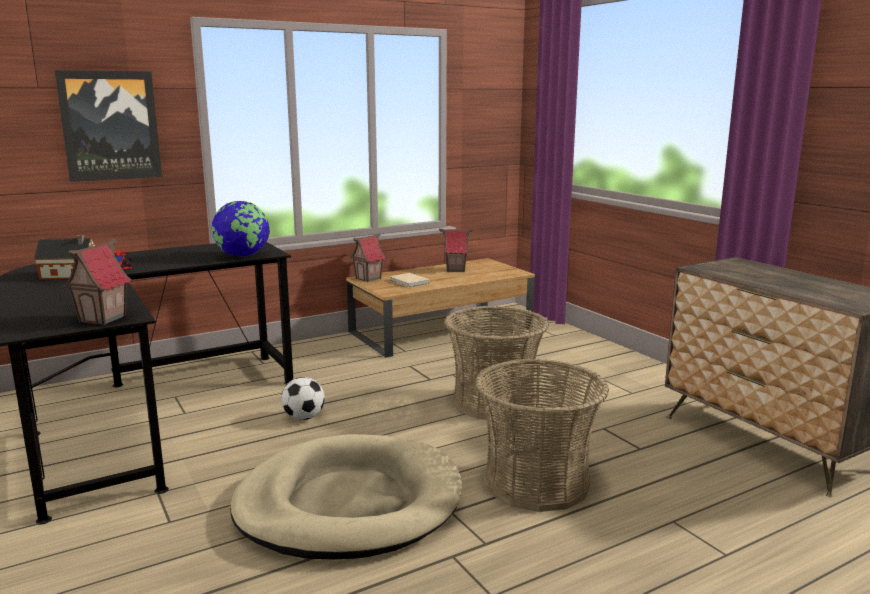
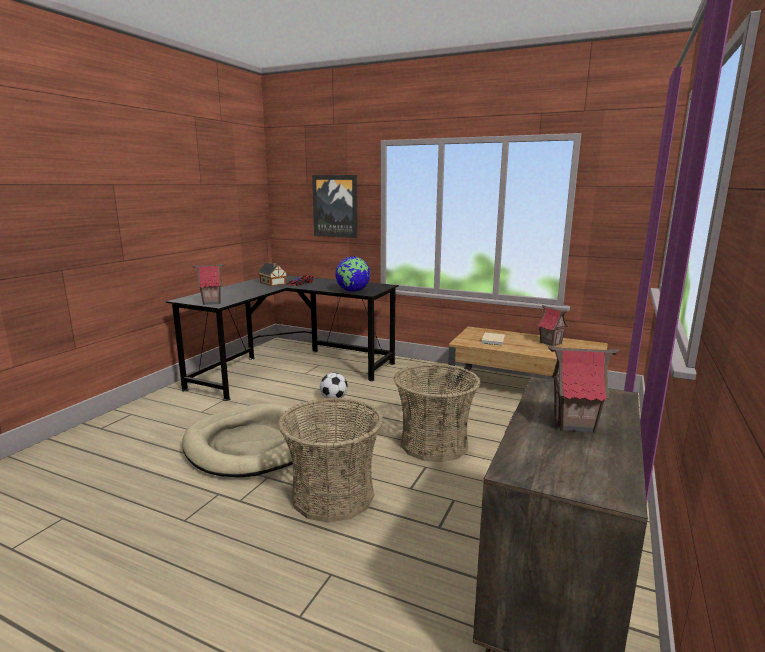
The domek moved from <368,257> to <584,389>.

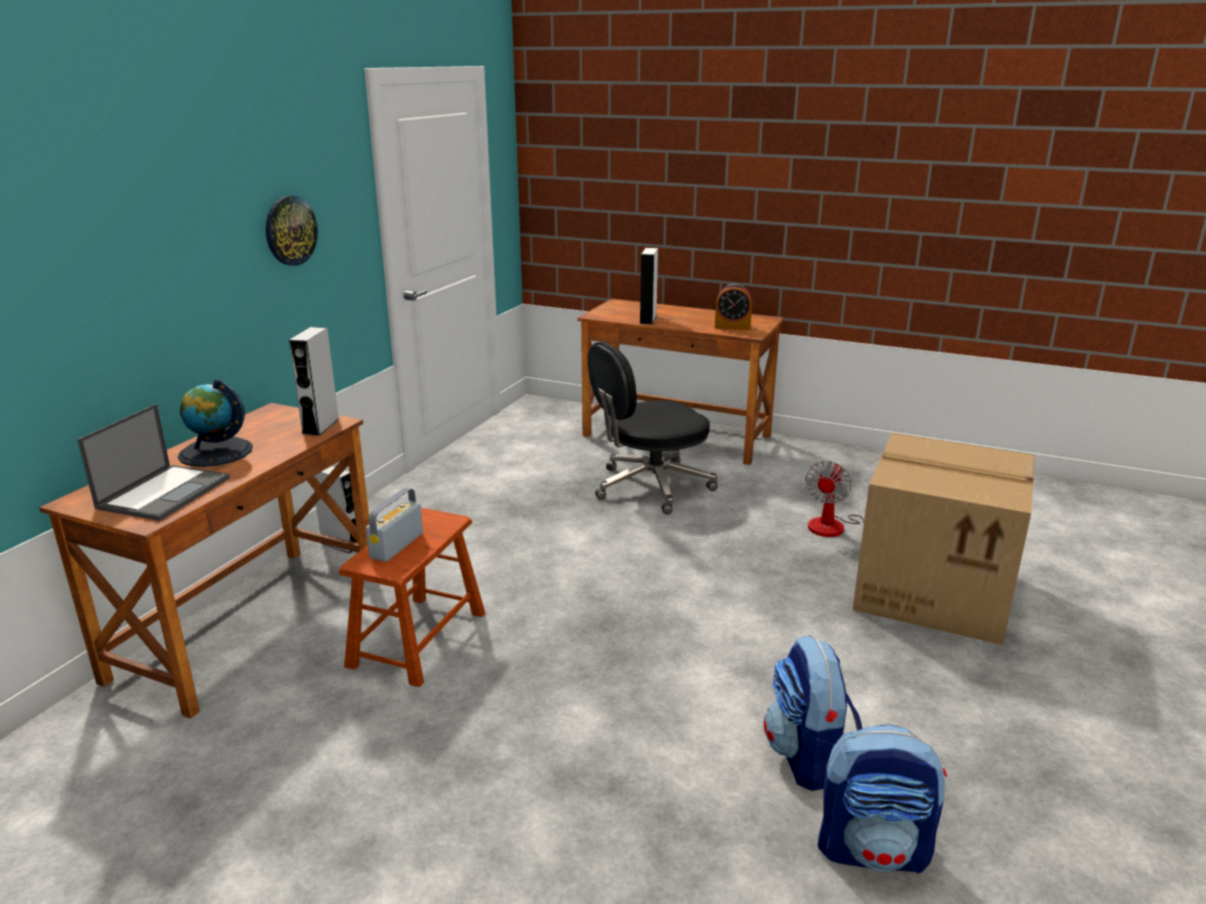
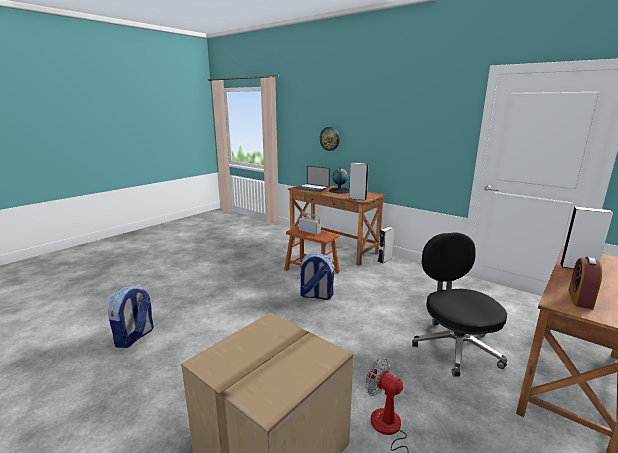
The plecak moved from <813,713> to <316,276>. The zegar ścienny moved from <292,231> to <330,139>.

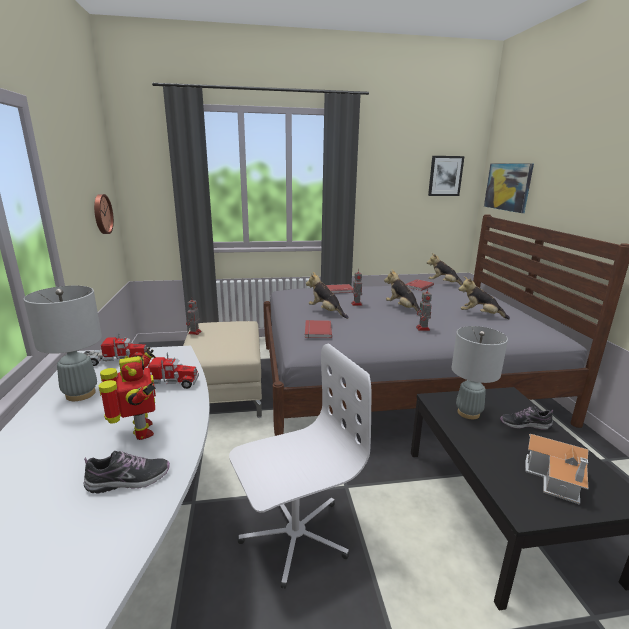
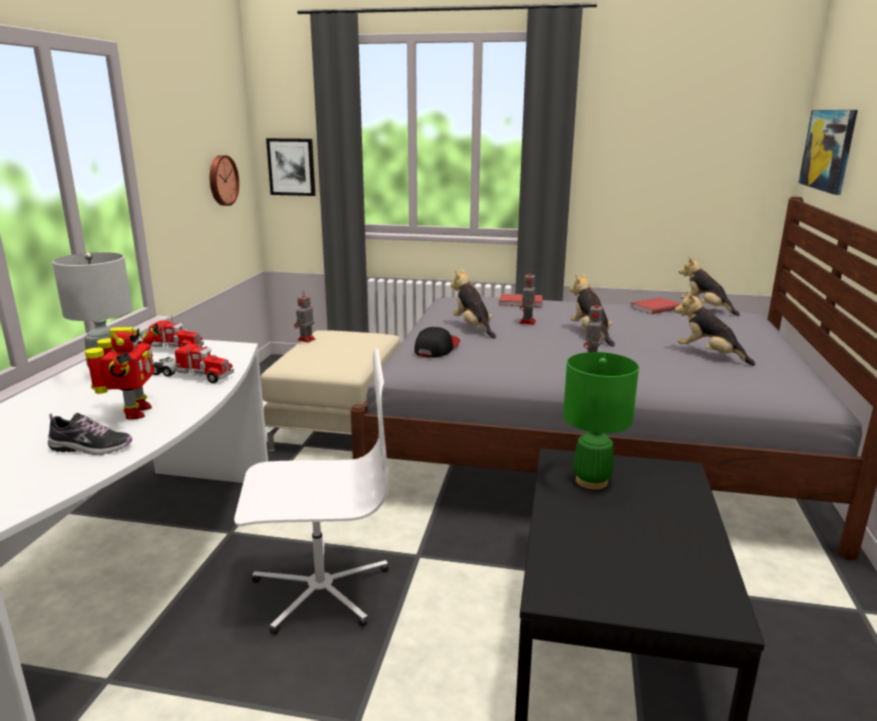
The obraz moved from <446,176> to <290,167>. The książka/czerwony at <318,329> was replaced by the czapka z daszkiem at <437,342>. The lampa stołowa/szary at <479,372> became the lampa stołowa/zielony at <601,420>. The but at <526,418> disappeared. The domek at <557,469> disappeared.

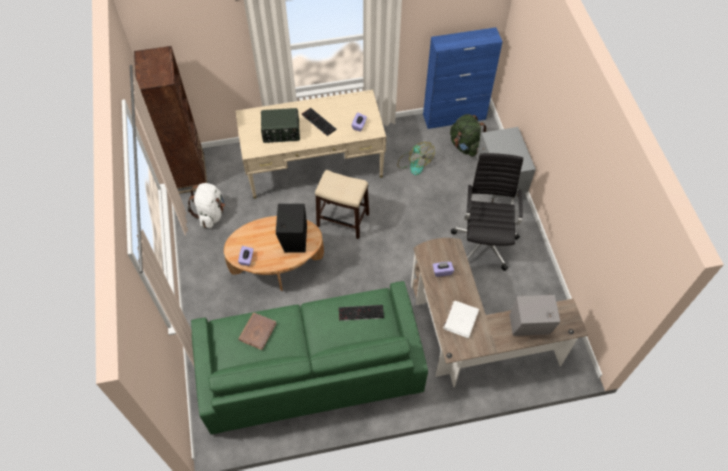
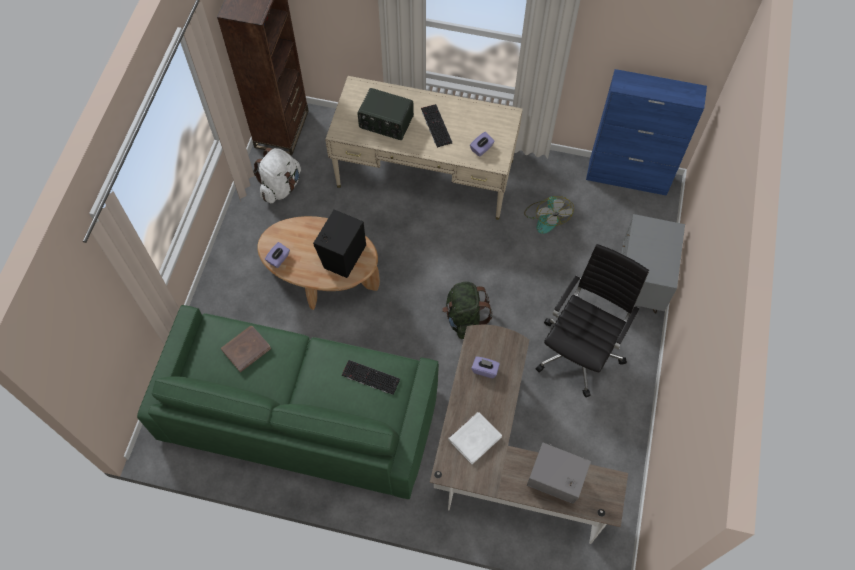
The plecak/zielony moved from <468,135> to <467,310>. The stołek at <342,204> disappeared.

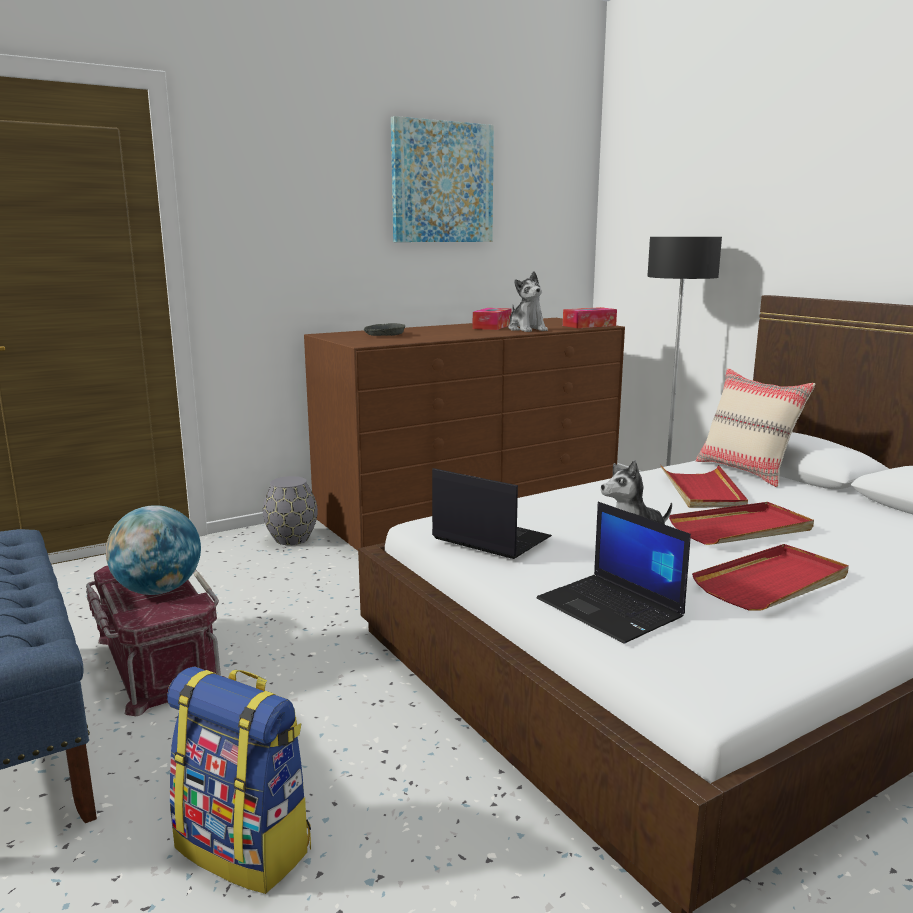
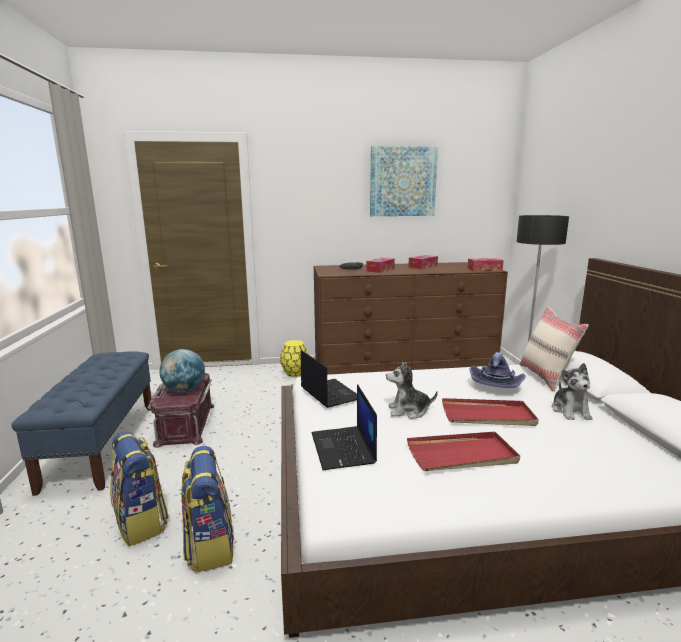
The plecak at <207,509> appeared. The wazon/szary at <290,510> became the wazon/żółty at <294,358>. The pudełko chusteczek at <380,265> appeared. The taca/czerwony at <704,486> was replaced by the kapelusz/fioletowy at <497,370>. The pluszak moved from <528,301> to <572,391>.

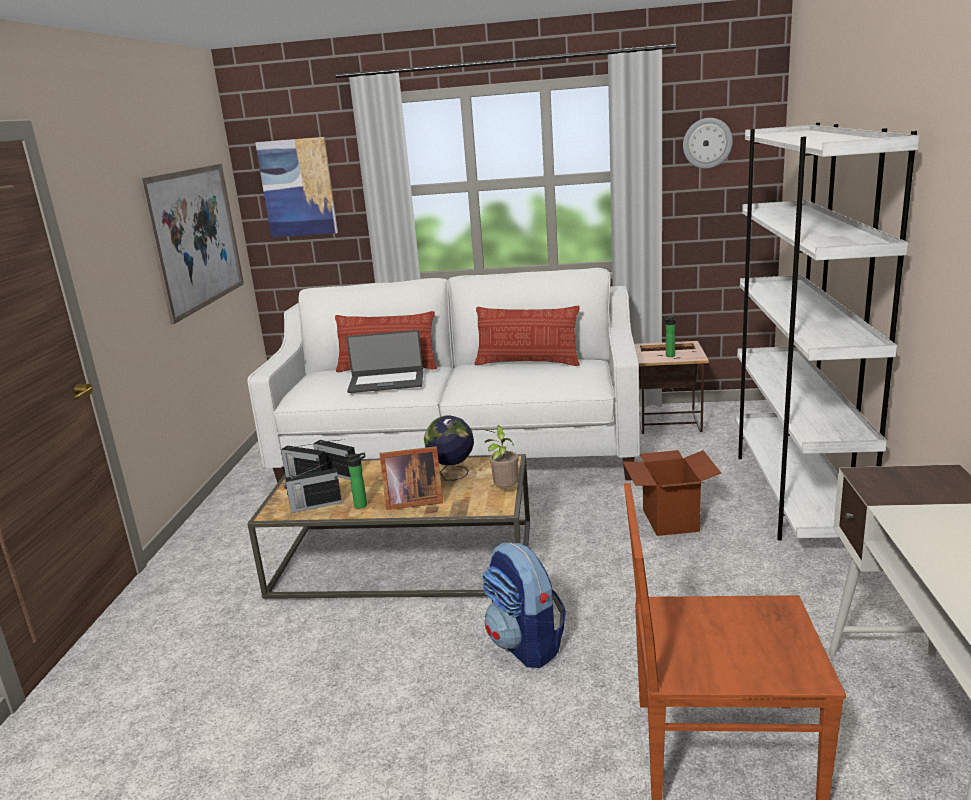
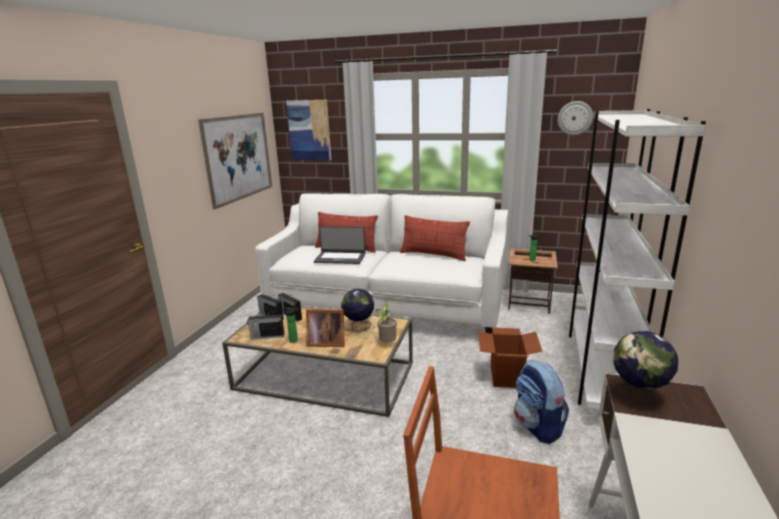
The plecak moved from <524,605> to <541,402>. The globus at <645,367> appeared.

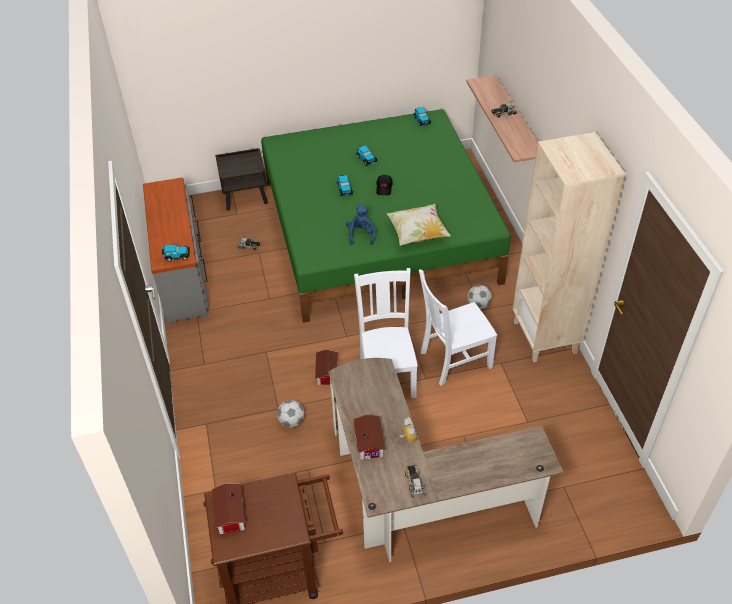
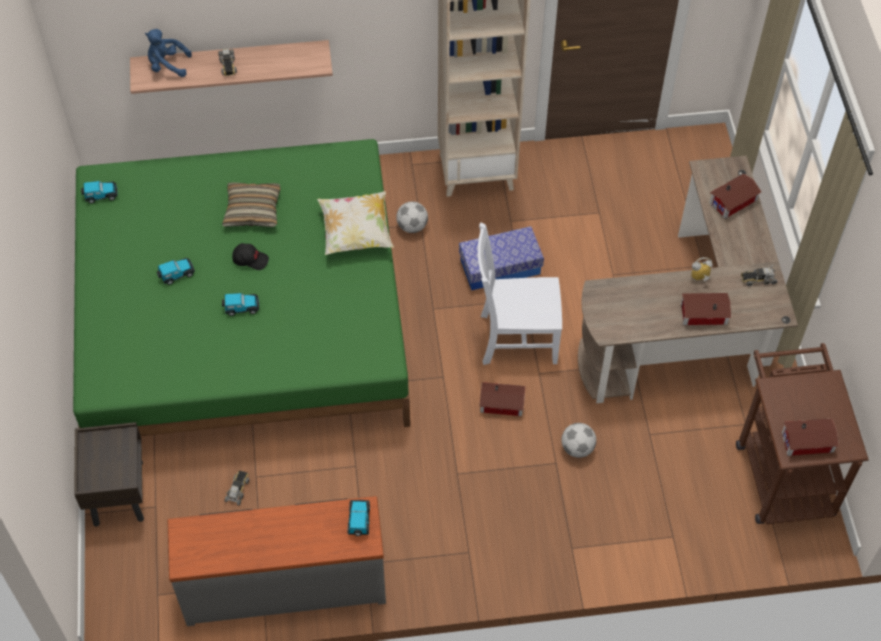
The pluszak/niebieski moved from <361,224> to <168,53>. The poduszka at <251,204> appeared. The krzesło/biały at <458,328> was replaced by the pojemnik do przechowywania at <501,258>. The domek at <736,196> appeared.

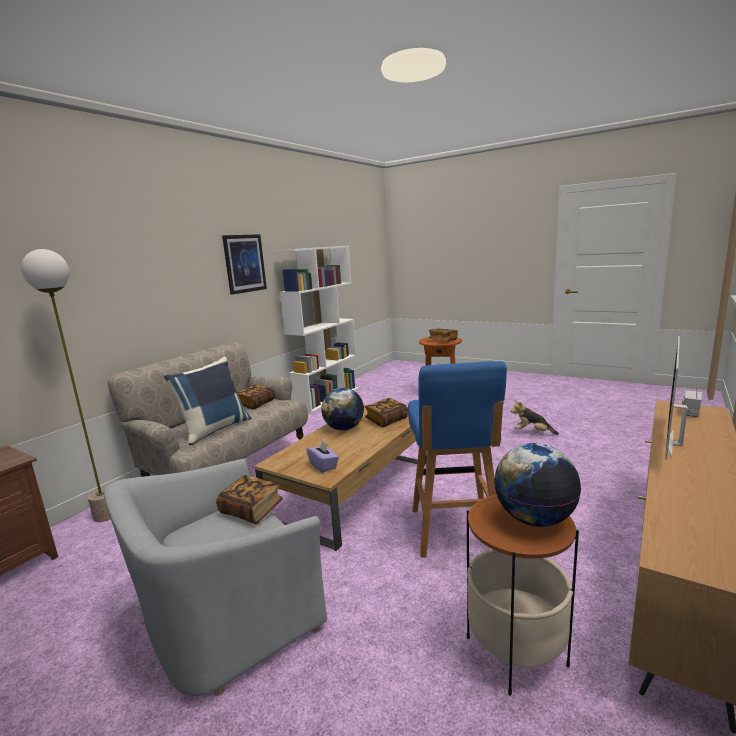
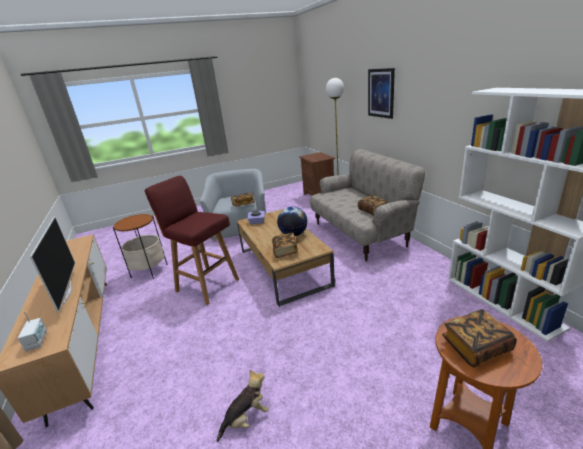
The stołek/niebieski at <457,459> became the stołek/czerwony at <192,240>. The obraz moved from <244,264> to <381,93>. The poduszka/niebieski at <207,401> disappeared. The globus at <537,485> disappeared.

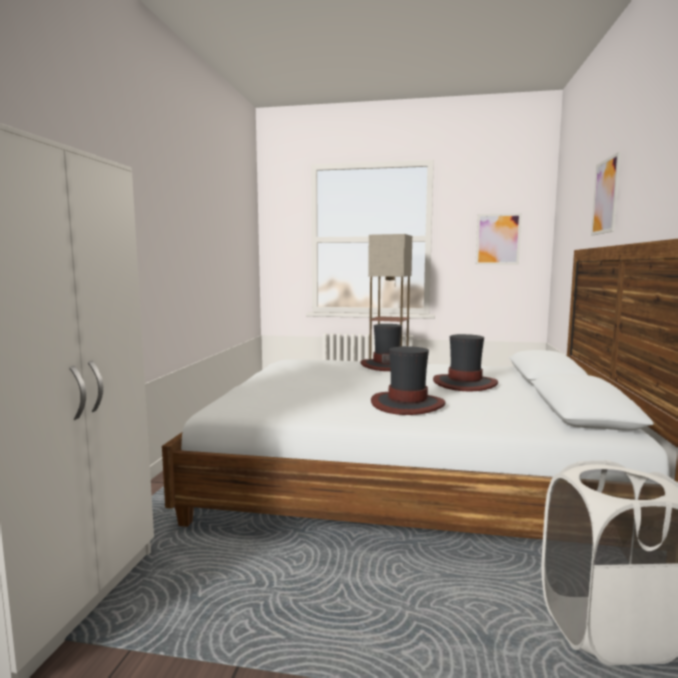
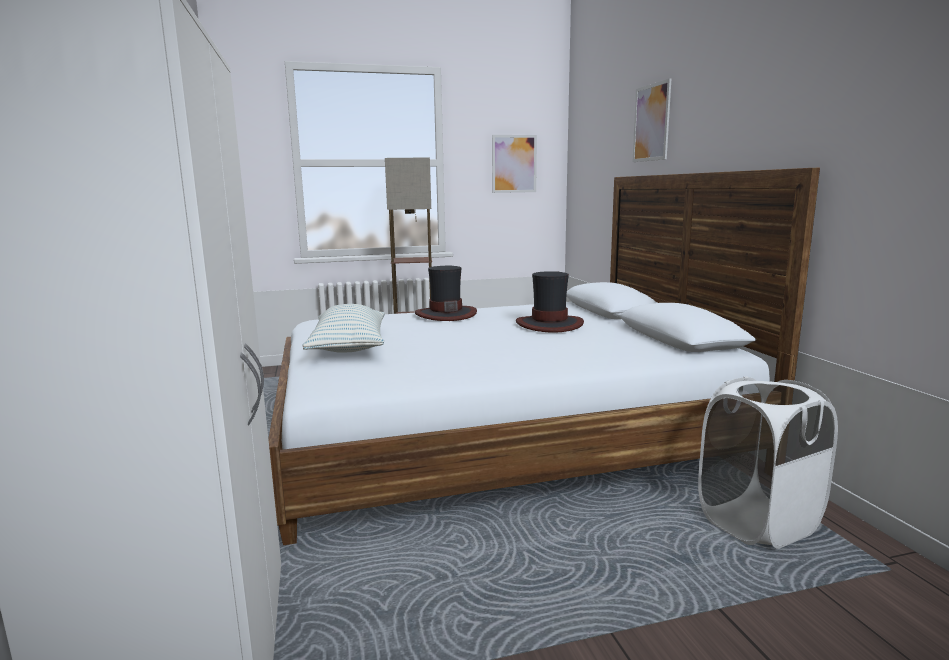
The poduszka at <343,328> appeared. The kapelusz at <408,380> disappeared.

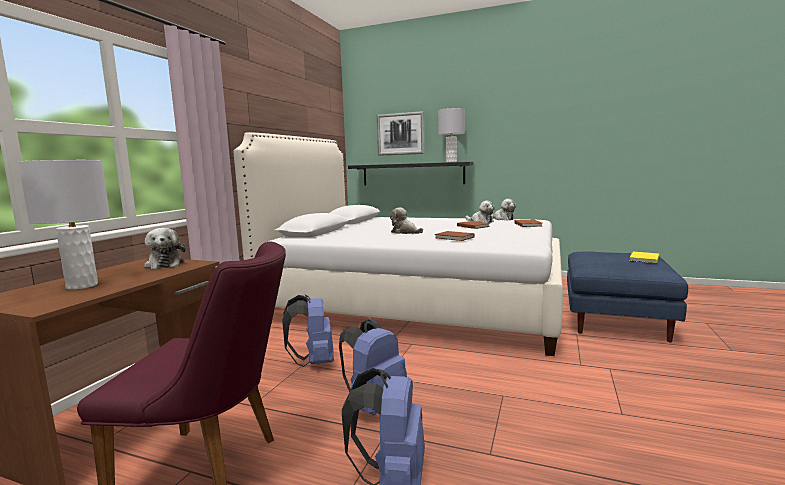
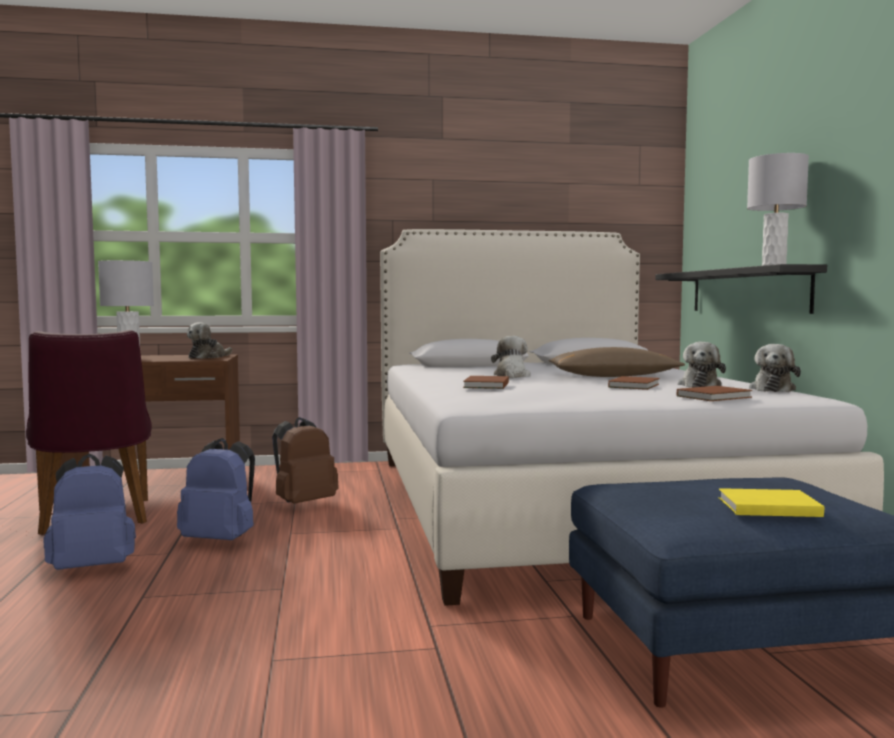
The plecak/niebieski at <308,330> became the plecak/brązowy at <305,460>. The poduszka/brązowy at <617,362> appeared. The obraz at <401,133> disappeared.

